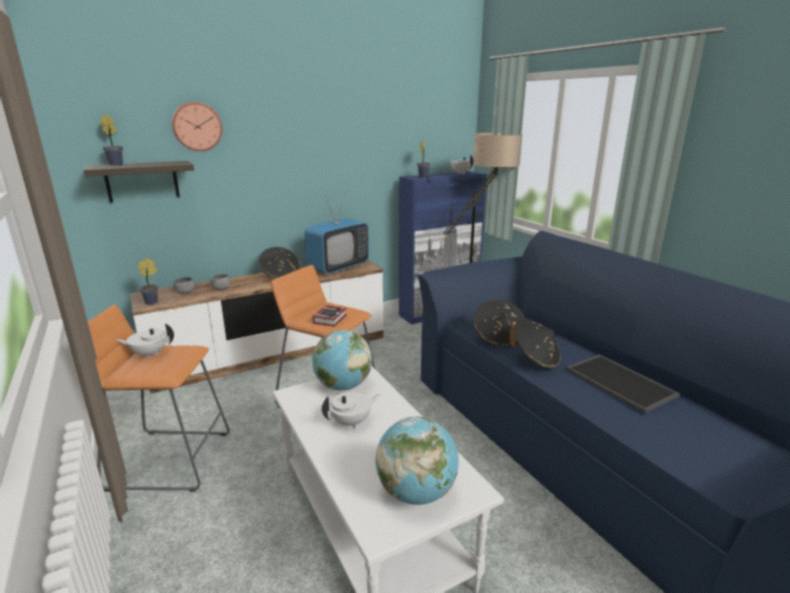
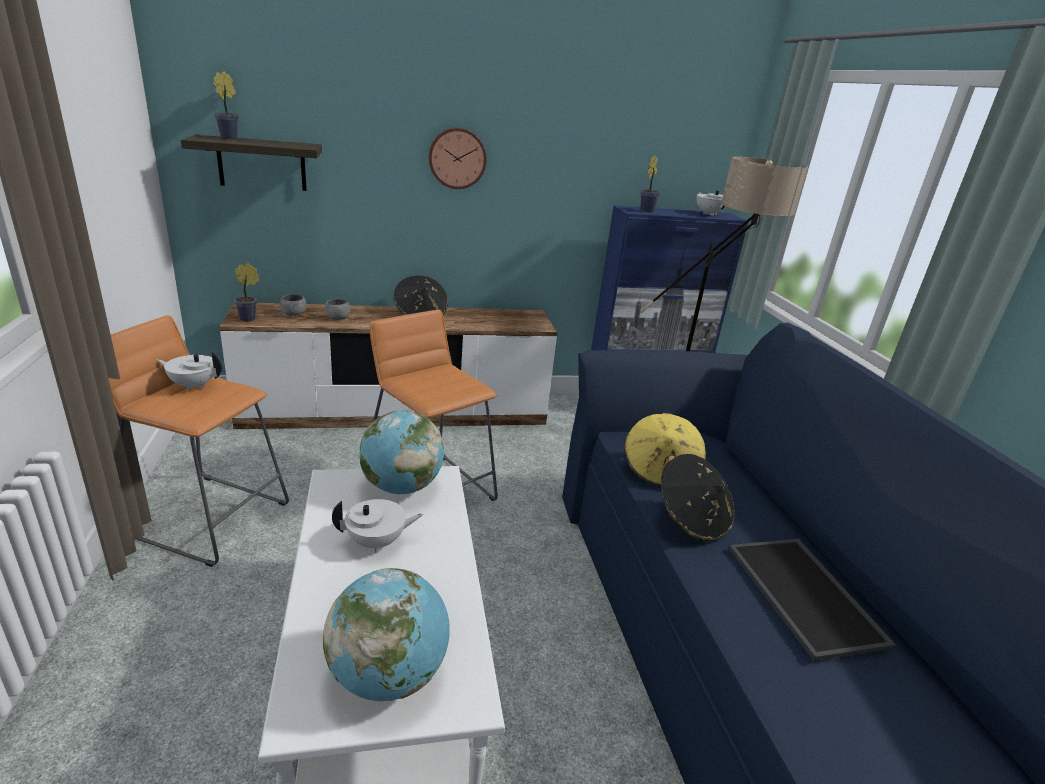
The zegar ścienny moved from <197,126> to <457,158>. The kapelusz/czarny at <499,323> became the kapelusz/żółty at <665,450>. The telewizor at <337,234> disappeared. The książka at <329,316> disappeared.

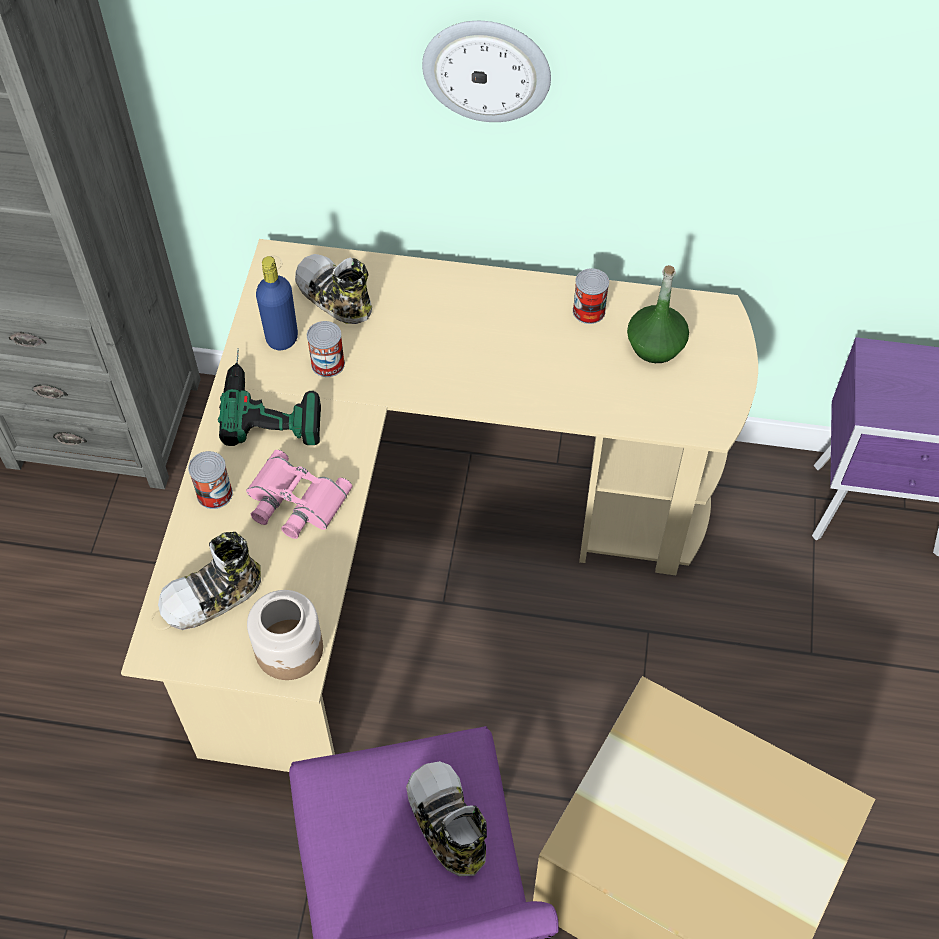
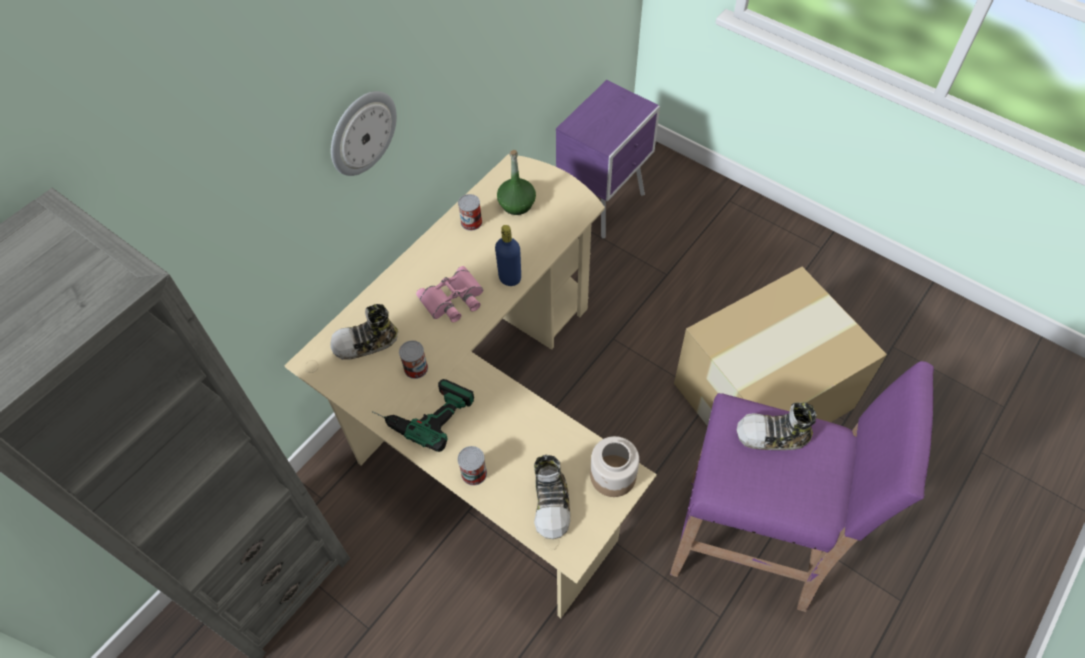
The lornetka/różowy moved from <299,494> to <449,294>. The butelka/niebieski moved from <277,303> to <508,255>.

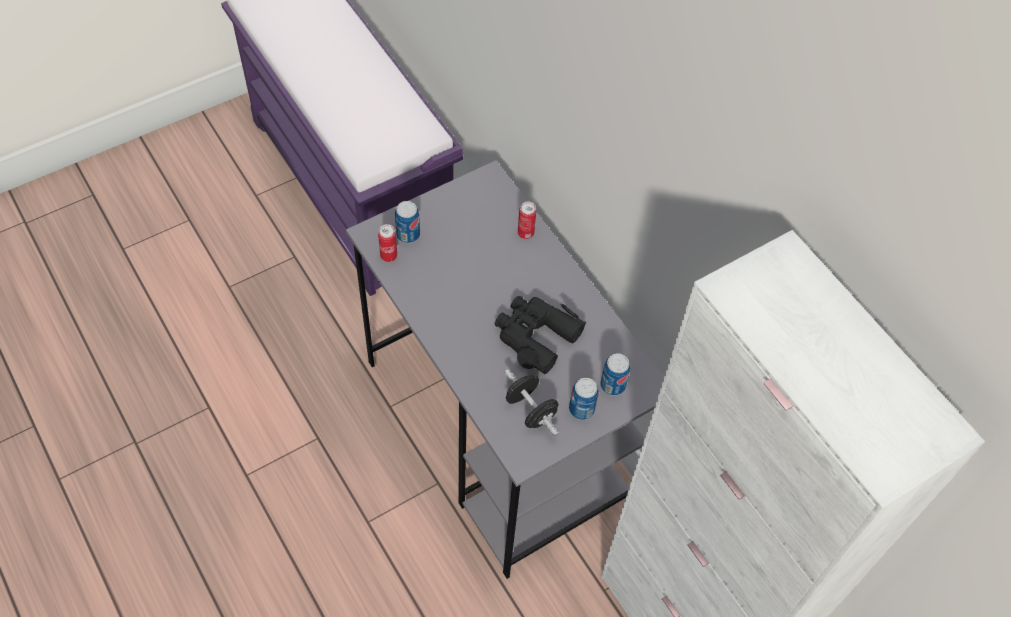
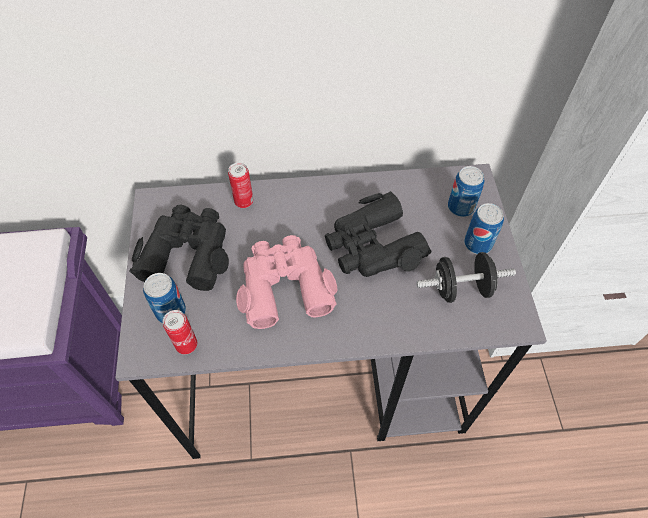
The lornetka/czarny at <179,248> appeared. The lornetka/różowy at <286,282> appeared.

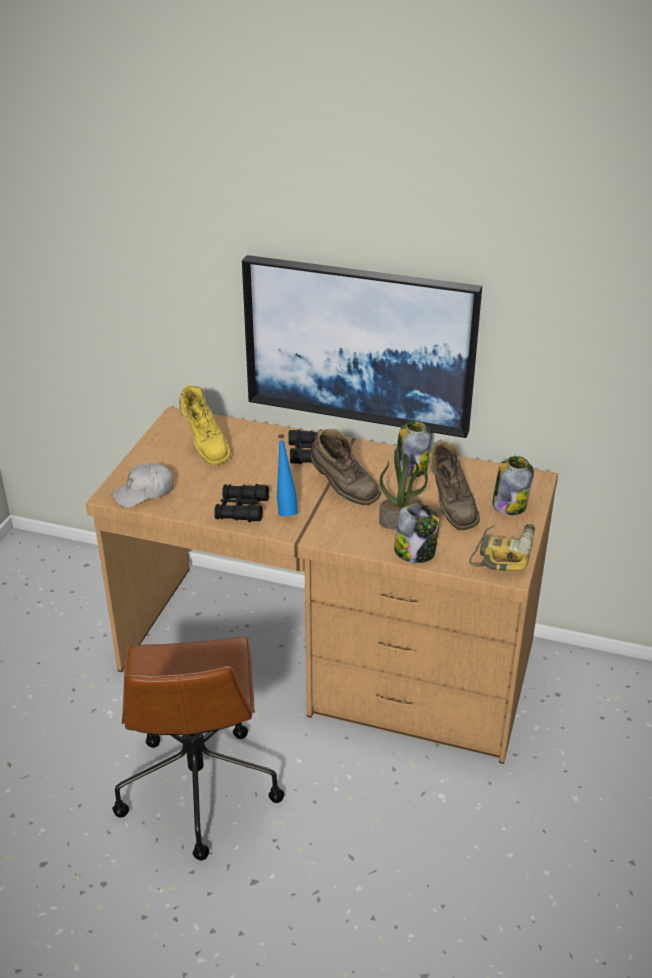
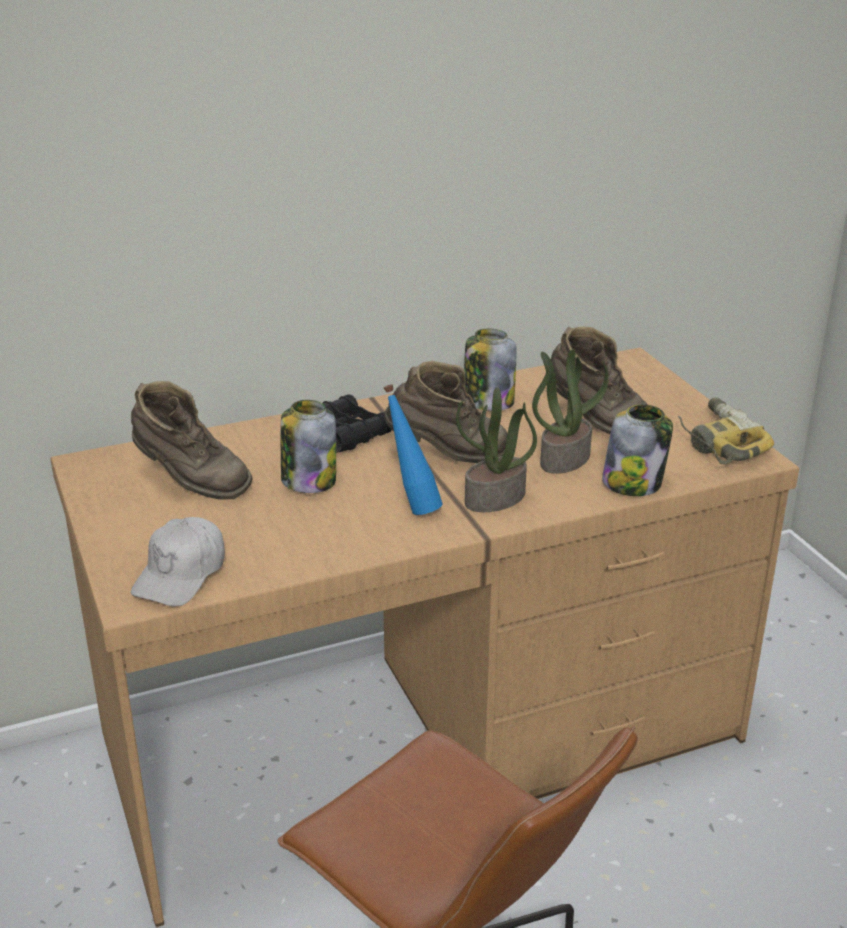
The but z cholewką/żółty at <205,425> became the but z cholewką/brązowy at <192,440>. The słoik moved from <513,485> to <308,446>. The roślina doniczkowa at <496,449> appeared. The lornetka/czarny at <241,503> disappeared. The obraz at <362,346> disappeared.

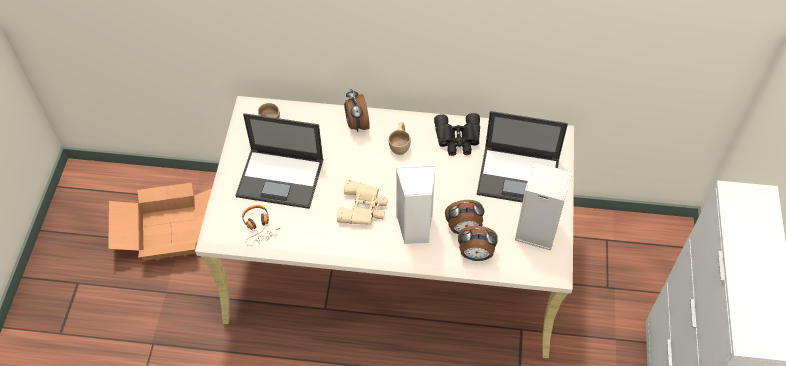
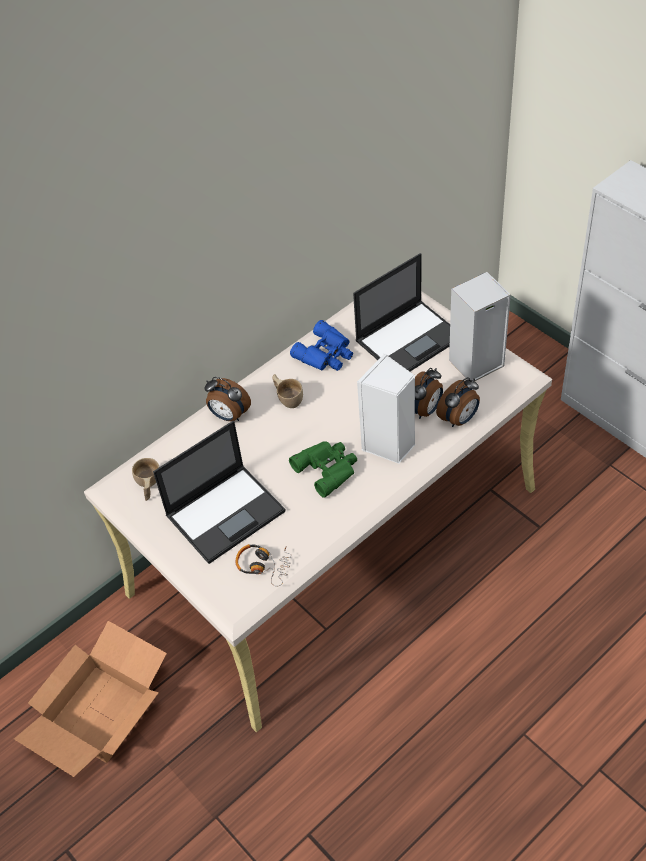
The lornetka/beżowy at <362,202> became the lornetka/zielony at <323,469>. The lornetka/czarny at <457,134> became the lornetka/niebieski at <321,345>.

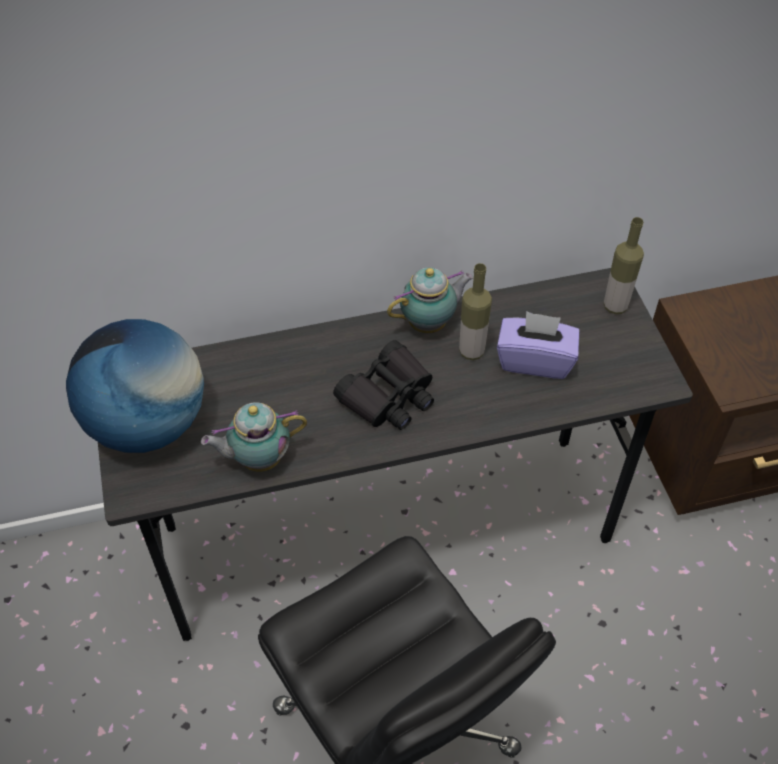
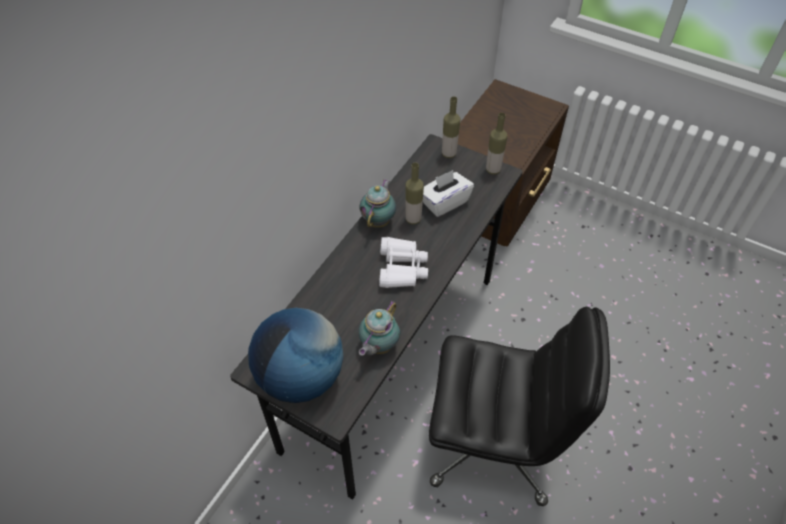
The lornetka/czarny at <383,385> became the lornetka/biały at <403,262>. The pudełko chusteczek/fioletowy at <538,345> became the pudełko chusteczek/biały at <448,193>. The butelka at <496,143> appeared.

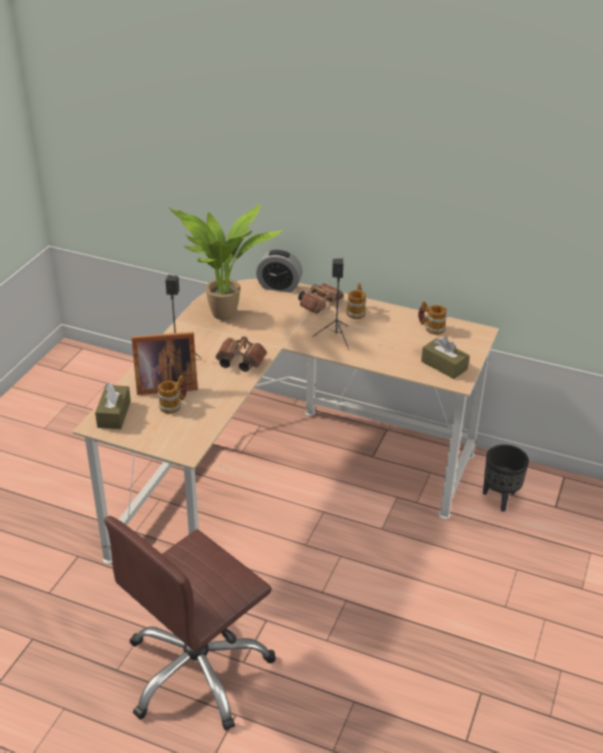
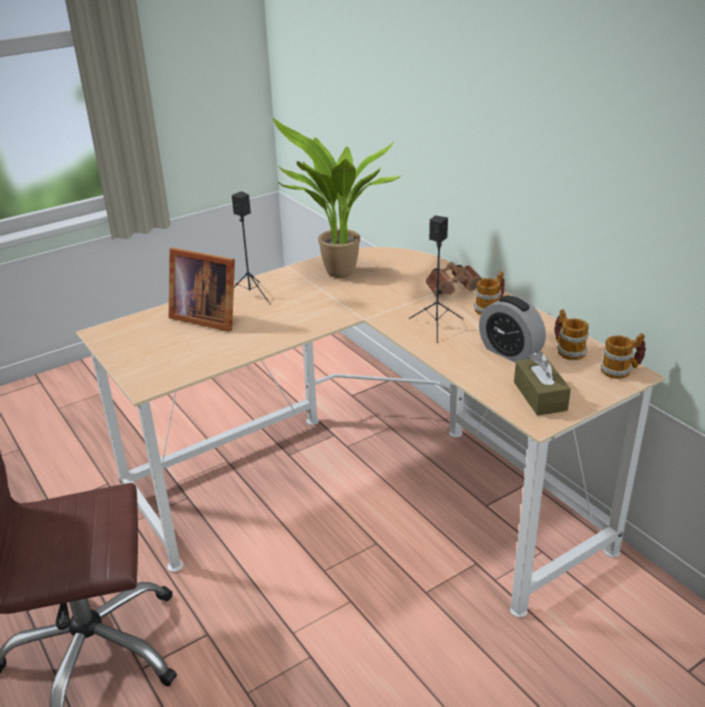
The budzik moved from <279,271> to <512,329>. The kubek moved from <172,394> to <623,356>. The pudełko chusteczek/brązowy at <113,405> disappeared. The lornetka/brązowy at <241,354> disappeared. The donica/czarny at <506,478> disappeared.

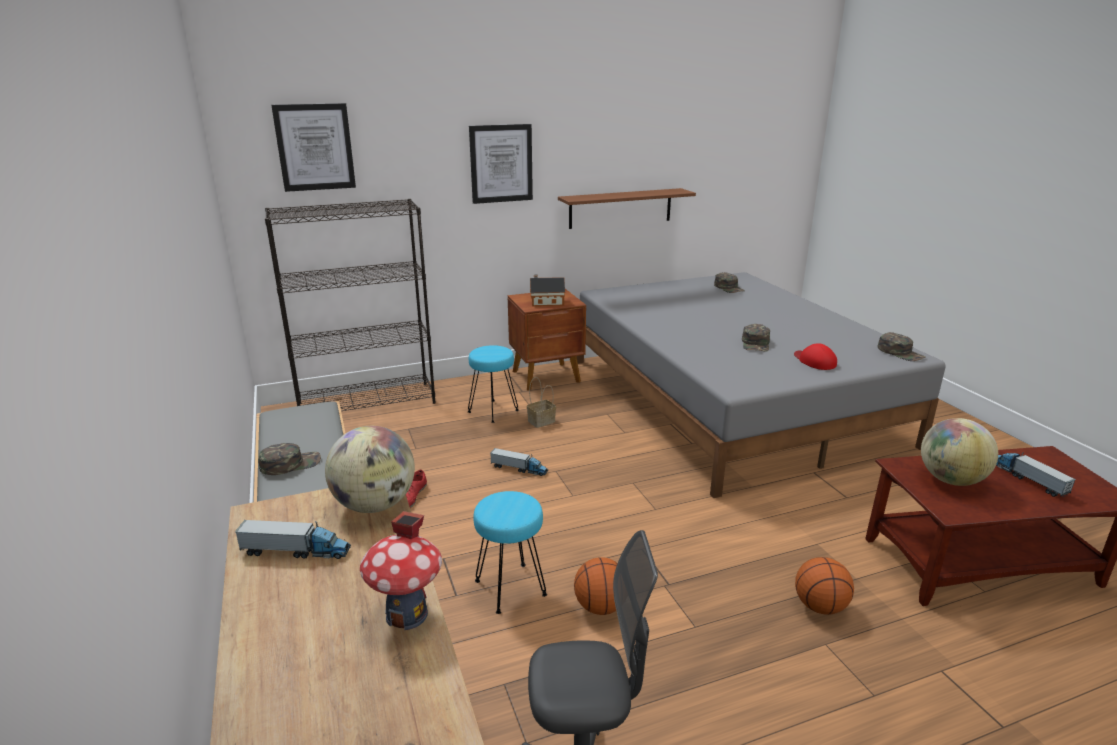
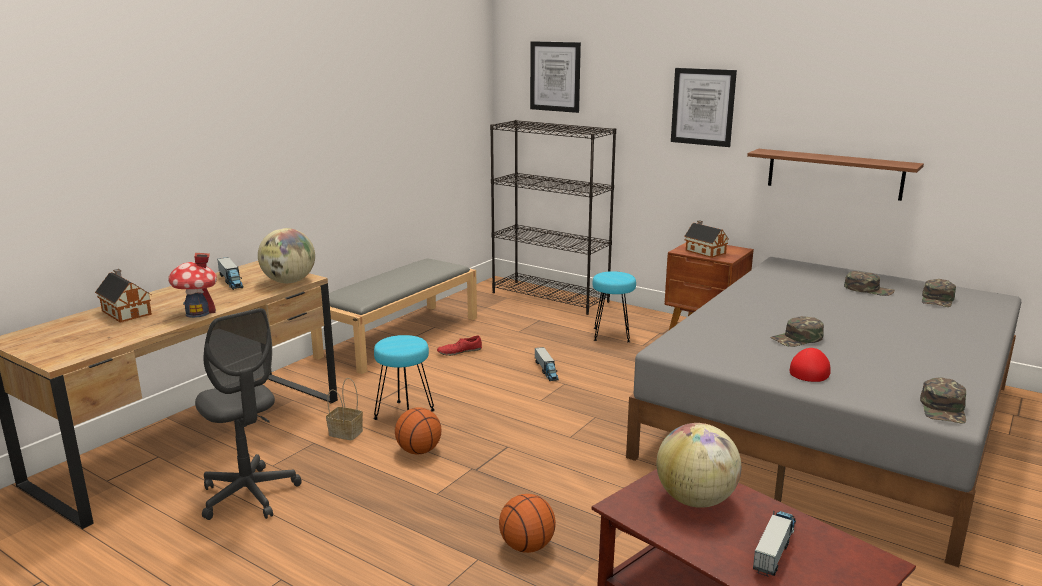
The domek at <123,296> appeared. The koszyk moved from <541,402> to <344,409>. The czapka z daszkiem/zielony moved from <289,459> to <869,283>.

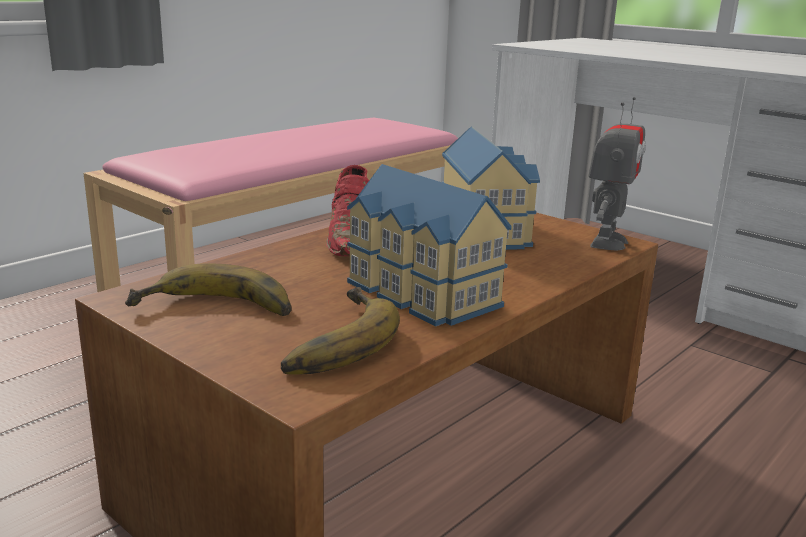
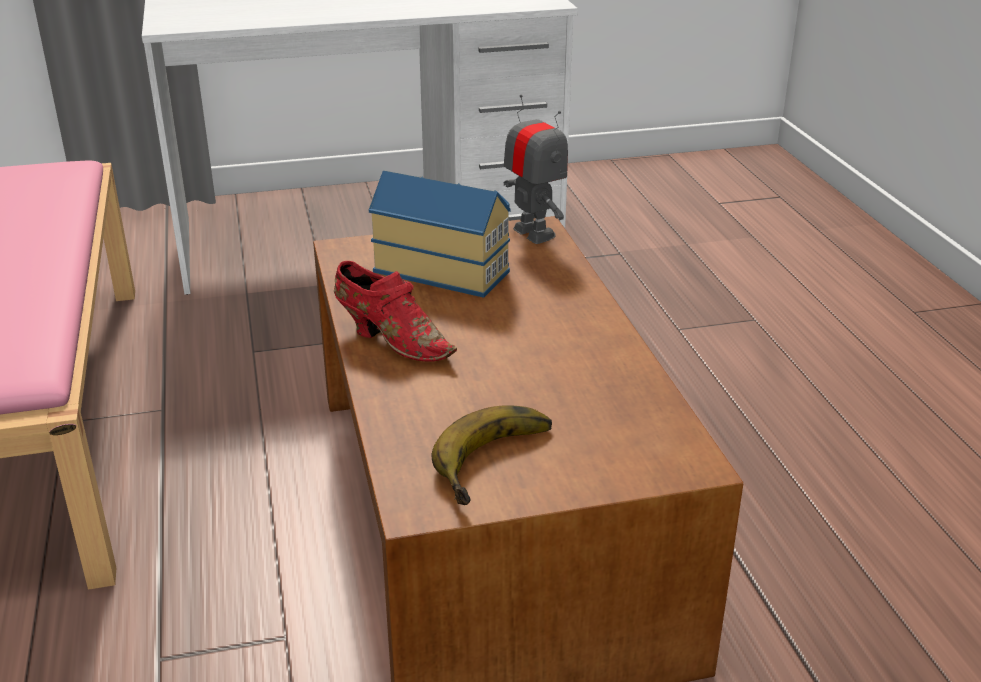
The banan at <340,331> disappeared. The domek at <429,245> disappeared.

